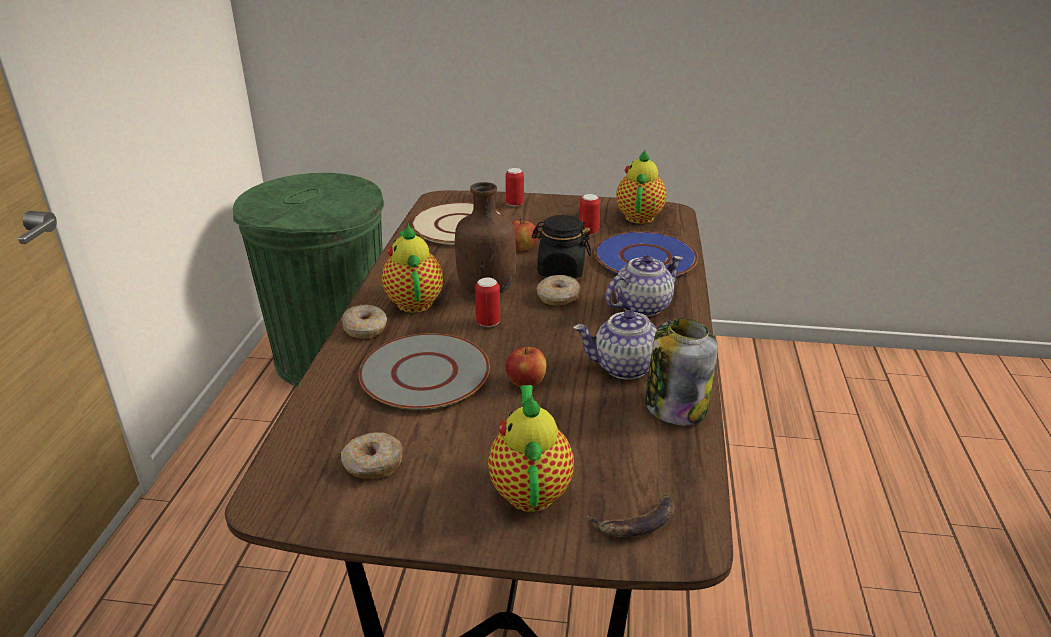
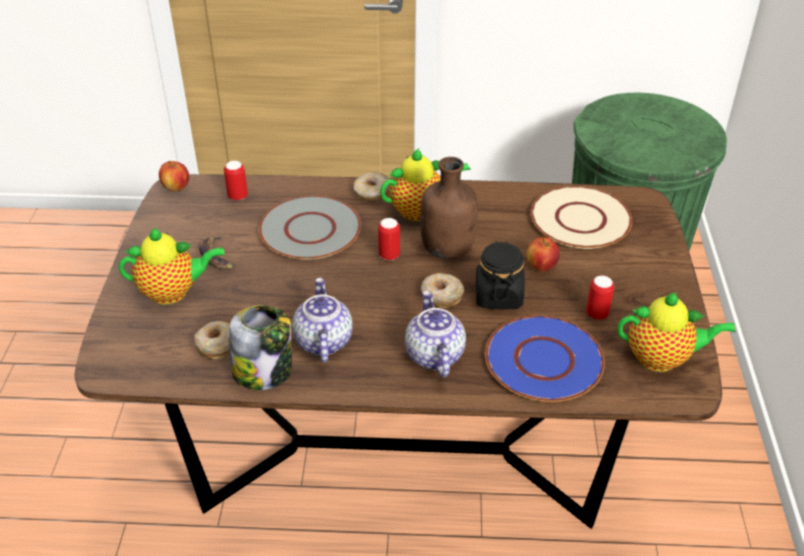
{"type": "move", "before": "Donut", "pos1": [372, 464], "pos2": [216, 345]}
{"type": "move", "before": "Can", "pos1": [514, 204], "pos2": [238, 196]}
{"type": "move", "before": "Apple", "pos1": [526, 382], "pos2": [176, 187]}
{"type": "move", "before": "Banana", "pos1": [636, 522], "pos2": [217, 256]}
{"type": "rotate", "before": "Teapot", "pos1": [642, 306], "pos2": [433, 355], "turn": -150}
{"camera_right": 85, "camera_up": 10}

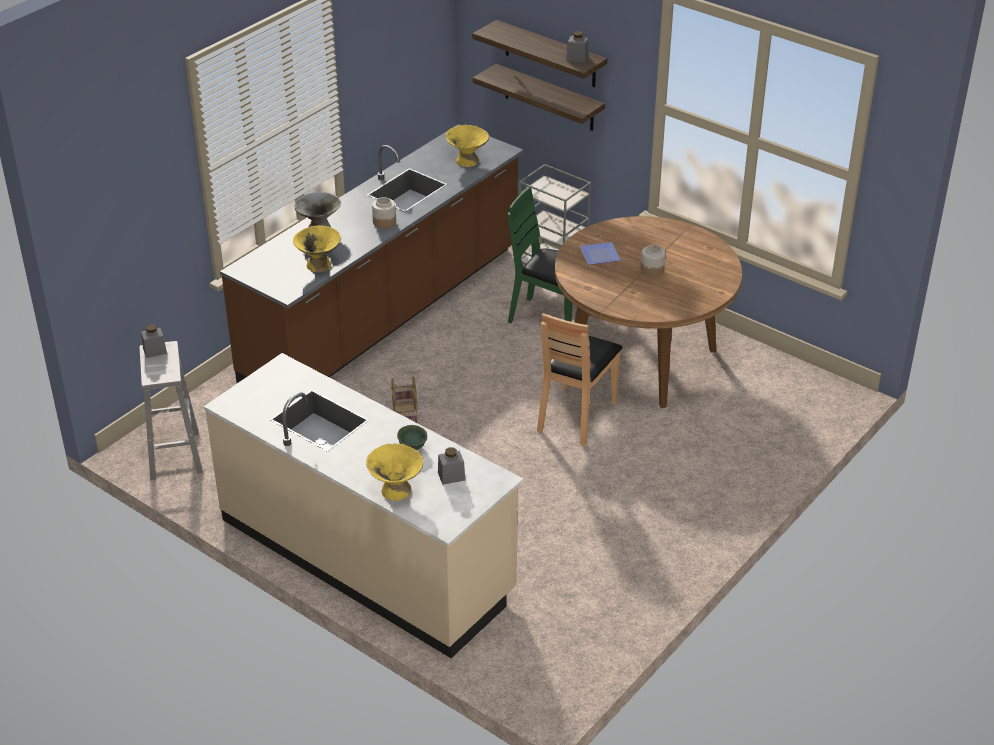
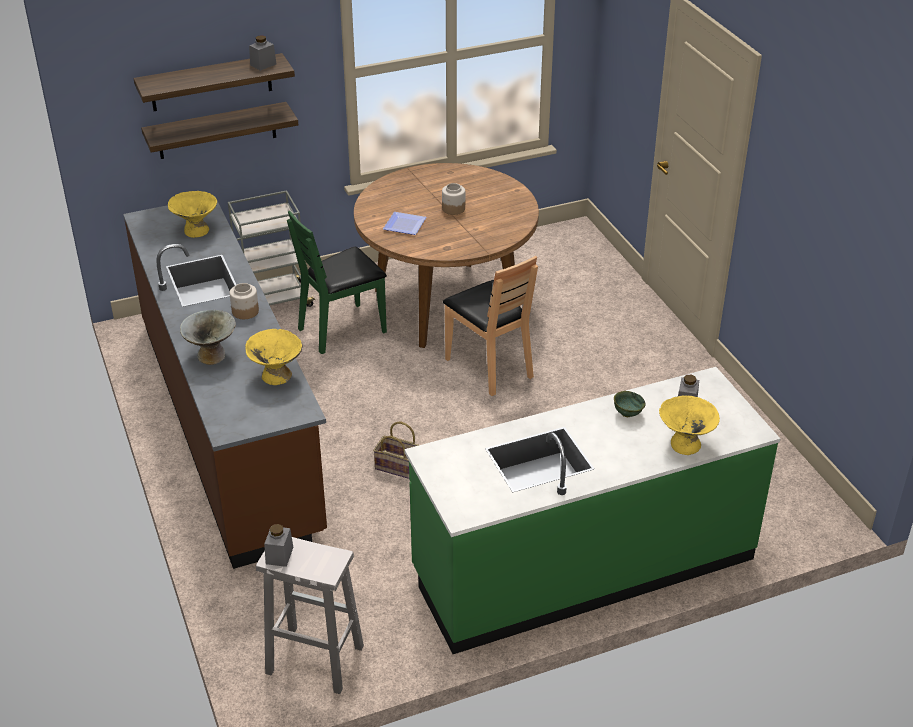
{"type": "recolor", "before": "BeigeCounter", "after": "GreenCounter", "pos1": [367, 556], "pos2": [583, 565]}
{"camera_right": -60, "camera_up": 0}

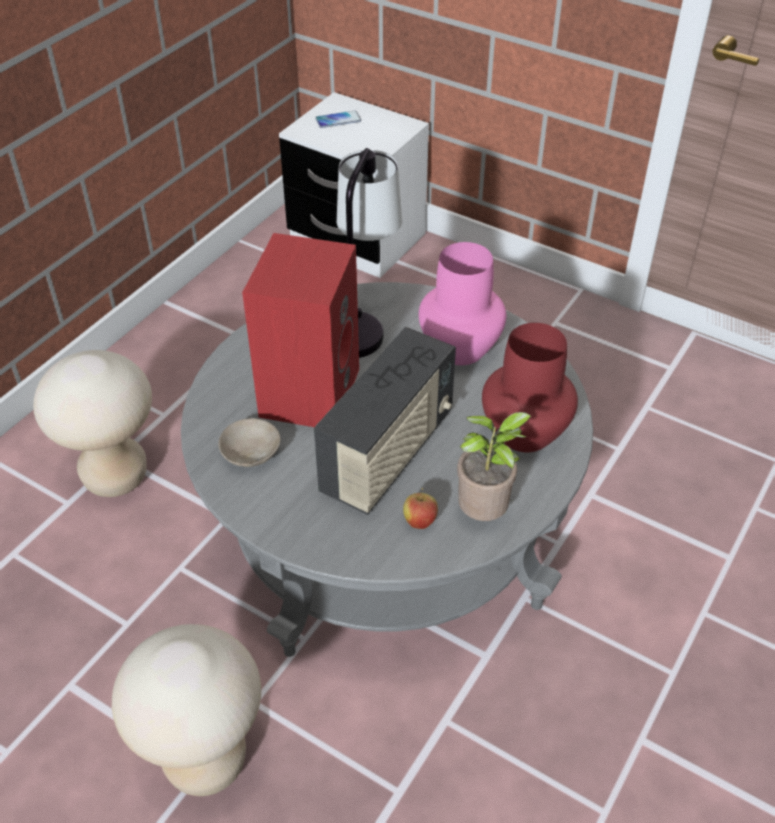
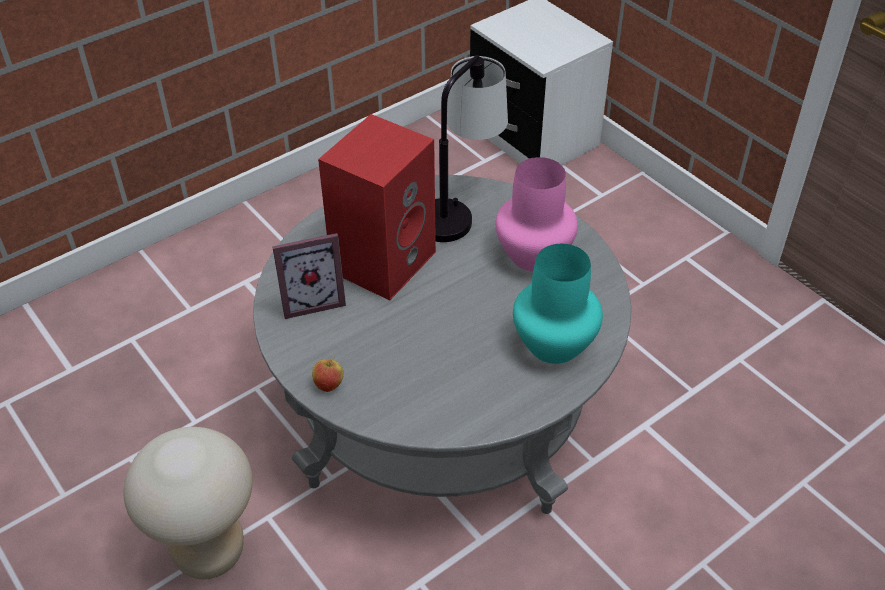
{"type": "delete", "before": "BeigeStool", "pos1": [115, 476]}
{"type": "delete", "before": "Radio", "pos1": [388, 454]}
{"type": "delete", "before": "Phone", "pos1": [338, 120]}
{"type": "delete", "before": "PottedPlant", "pos1": [485, 514]}
{"type": "move", "before": "Apple", "pos1": [420, 521], "pos2": [329, 385]}
{"type": "replace", "before": "BeigeBowl", "after": "PictureFrame", "pos1": [252, 452], "pos2": [311, 300]}
{"type": "recolor", "before": "RedVase", "after": "TurquoiseVase", "pos1": [523, 432], "pos2": [553, 344]}
{"camera_right": 20, "camera_up": 0}

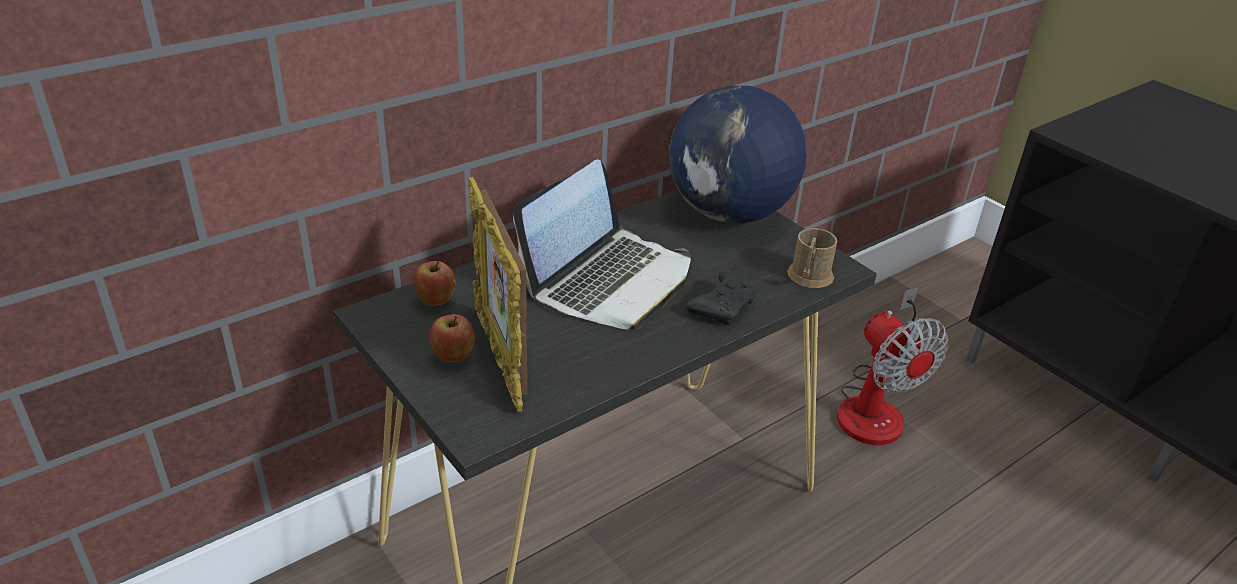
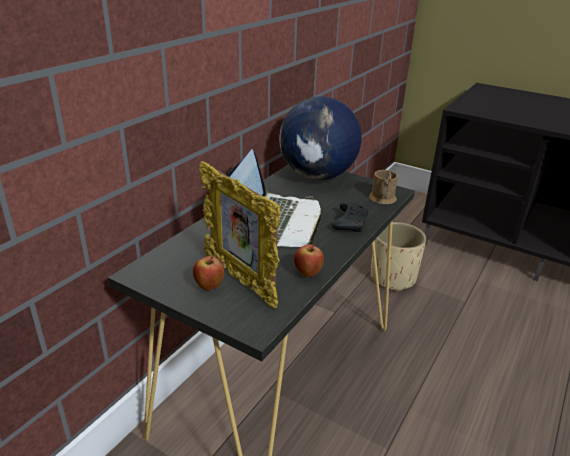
{"type": "move", "before": "Apple", "pos1": [435, 302], "pos2": [308, 274]}
{"type": "replace", "before": "Fan", "after": "BeigePlanter", "pos1": [876, 406], "pos2": [392, 277]}
{"camera_right": -20, "camera_up": -5}

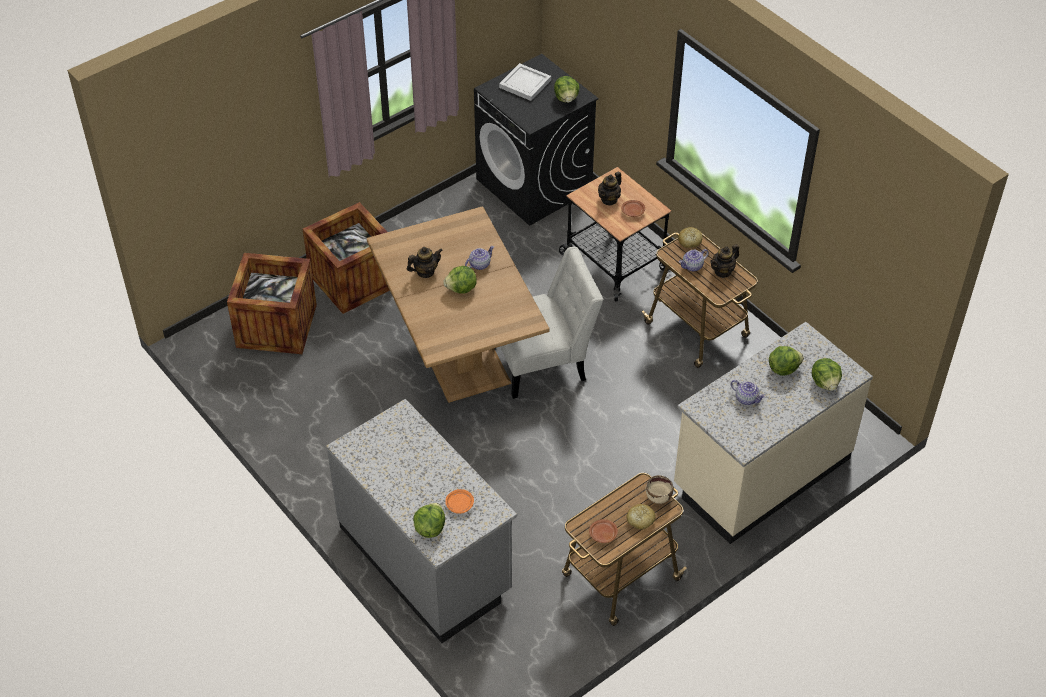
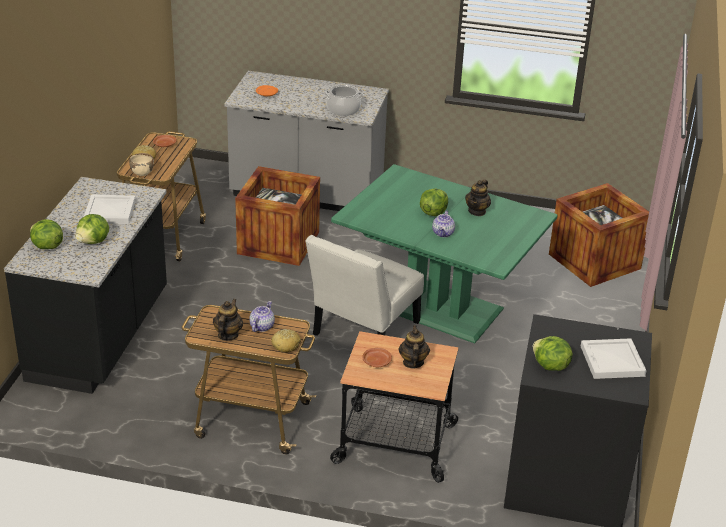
{"type": "delete", "before": "Lettuce", "pos1": [430, 528]}
{"type": "insert", "after": "CookingPot", "pos2": [343, 109]}
{"type": "move", "before": "Crate", "pos1": [353, 280], "pos2": [278, 243]}
{"type": "replace", "before": "Teapot", "after": "WhiteTray", "pos1": [747, 398], "pos2": [110, 212]}
{"type": "recolor", "before": "BrownDiningTable", "after": "GreenDiningTable", "pos1": [458, 353], "pos2": [437, 306]}
{"type": "recolor", "before": "BeigeCounter", "after": "BlackCounter", "pos1": [760, 473], "pos2": [101, 337]}
{"camera_right": 140, "camera_up": -15}

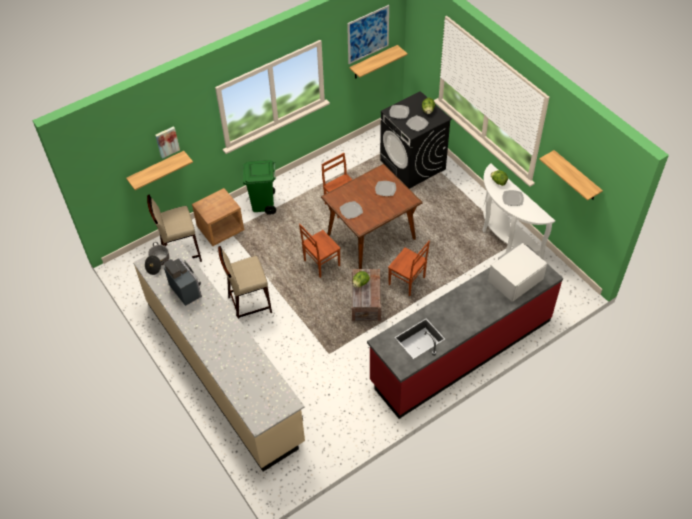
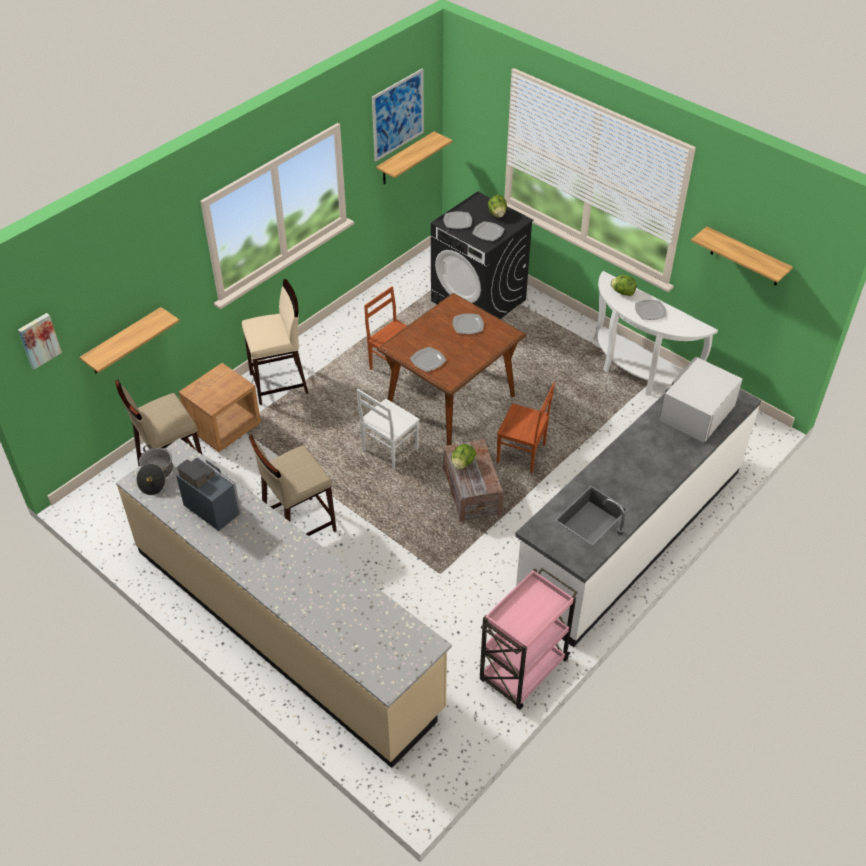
{"type": "insert", "after": "PinkCart", "pos2": [522, 672]}
{"type": "move", "before": "Picture", "pos1": [167, 141], "pos2": [38, 340]}
{"type": "replace", "before": "GreenTrashCan", "after": "BeigeStool", "pos1": [263, 204], "pos2": [279, 384]}
{"type": "recolor", "before": "BrownChair", "after": "WhiteChair", "pos1": [321, 263], "pos2": [389, 450]}
{"type": "recolor", "before": "RedCounter", "after": "WhiteCounter", "pos1": [461, 350], "pos2": [630, 534]}
{"camera_right": -15, "camera_up": -5}

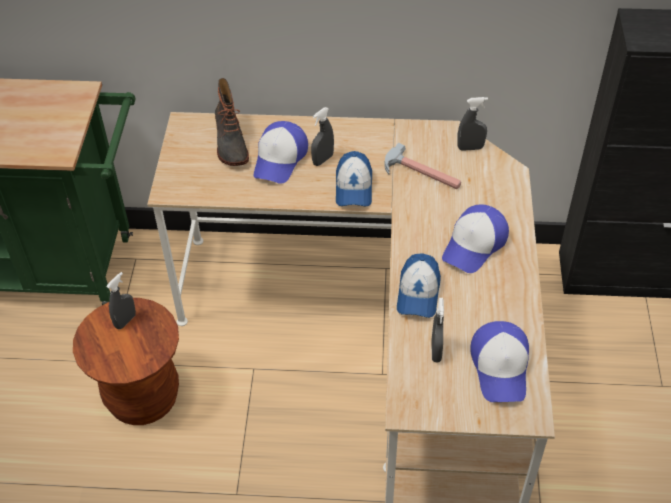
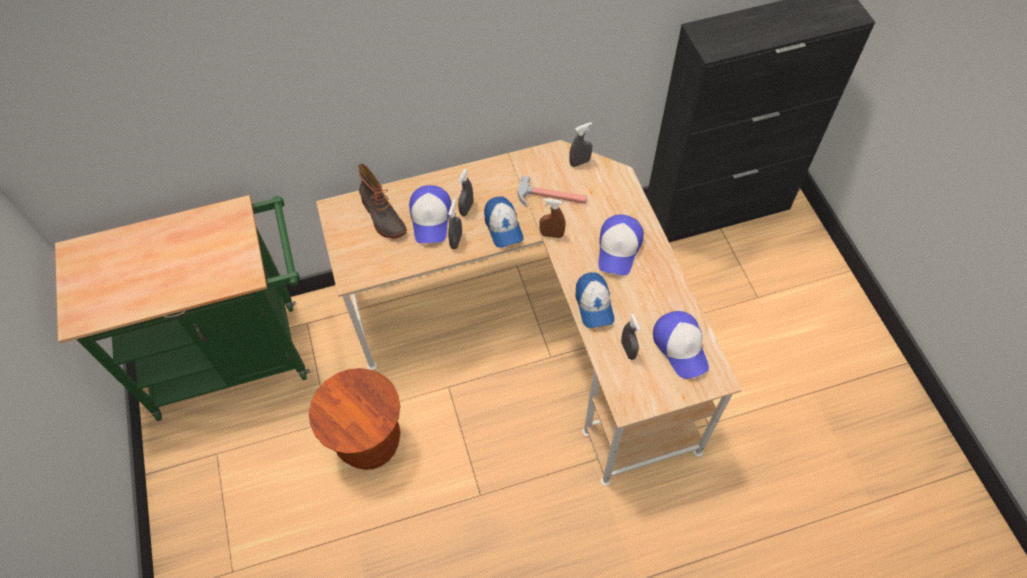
{"type": "insert", "after": "BrownSprayBottle", "pos2": [551, 234]}
{"type": "move", "before": "GreySprayBottle", "pos1": [125, 321], "pos2": [456, 241]}
{"camera_right": -20, "camera_up": 10}

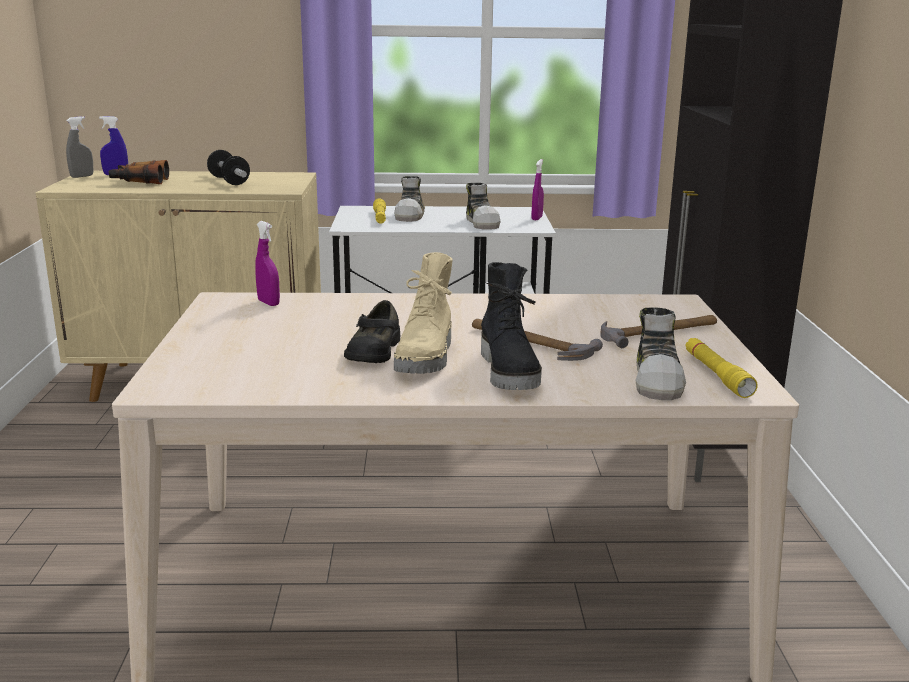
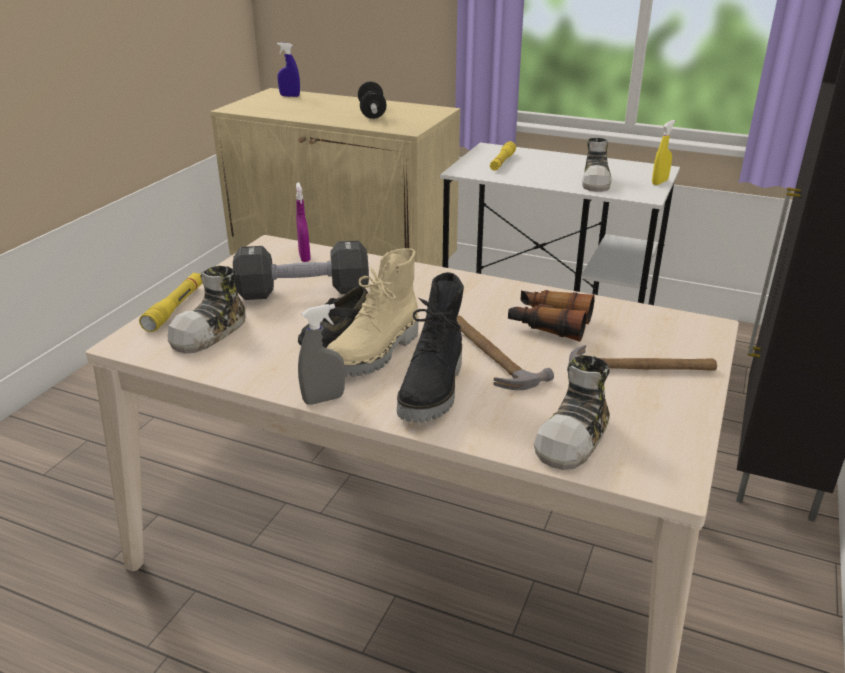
{"type": "insert", "after": "BlackDumbbell", "pos2": [303, 292]}
{"type": "move", "before": "GreySprayBottle", "pos1": [82, 176], "pos2": [323, 399]}
{"type": "move", "before": "Binoculars", "pos1": [139, 181], "pos2": [549, 324]}
{"type": "move", "before": "Shoe", "pos1": [411, 215], "pos2": [211, 332]}
{"type": "move", "before": "YellowFlashlight", "pos1": [716, 375], "pos2": [175, 308]}
{"type": "recolor", "before": "PurpleSprayBottle", "after": "YellowSprayBottle", "pos1": [537, 218], "pos2": [659, 182]}
{"camera_right": 25, "camera_up": 10}

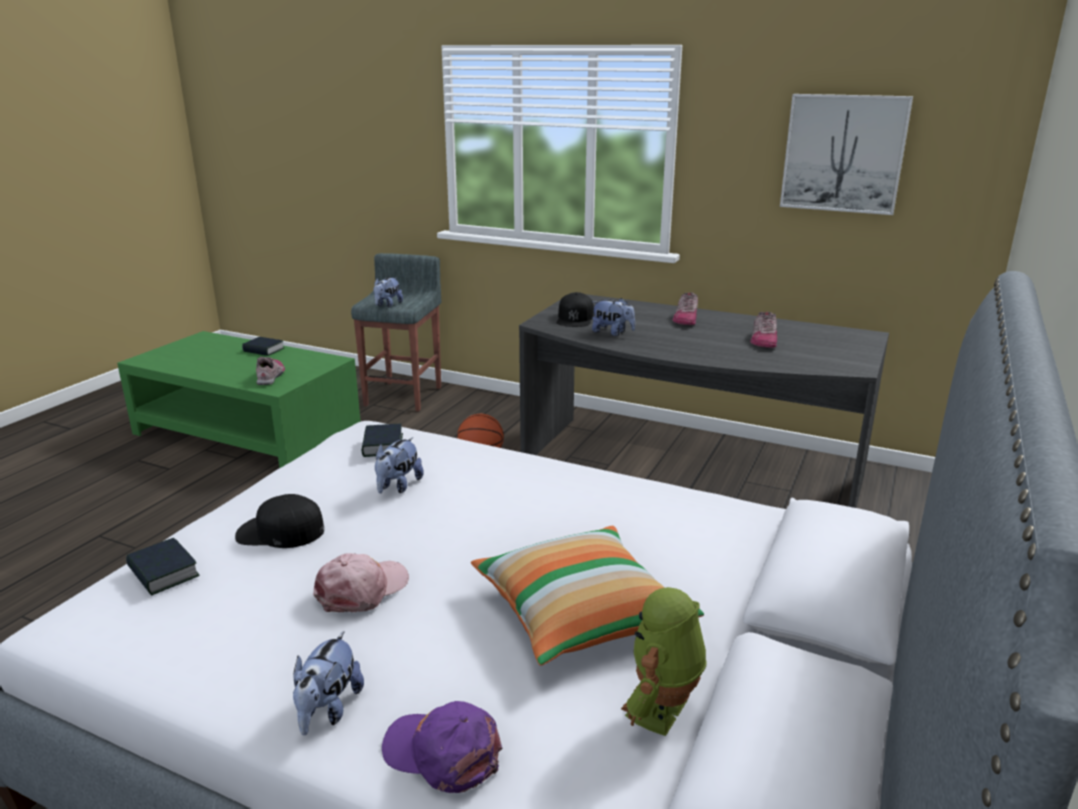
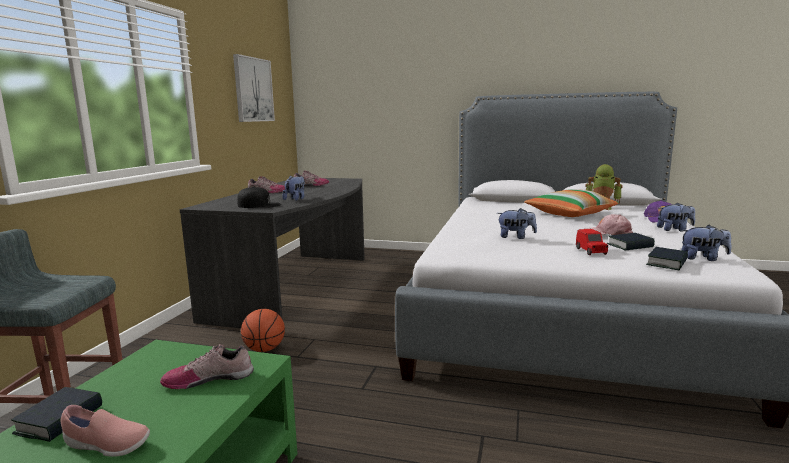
{"type": "insert", "after": "PinkShoe", "pos2": [106, 446]}
{"type": "move", "before": "Book", "pos1": [382, 445], "pos2": [630, 246]}
{"type": "move", "before": "PlushToy", "pos1": [387, 305], "pos2": [703, 258]}
{"type": "replace", "before": "BlackCap", "after": "RedToyCar", "pos1": [280, 532], "pos2": [591, 251]}
{"camera_right": -100, "camera_up": -10}

